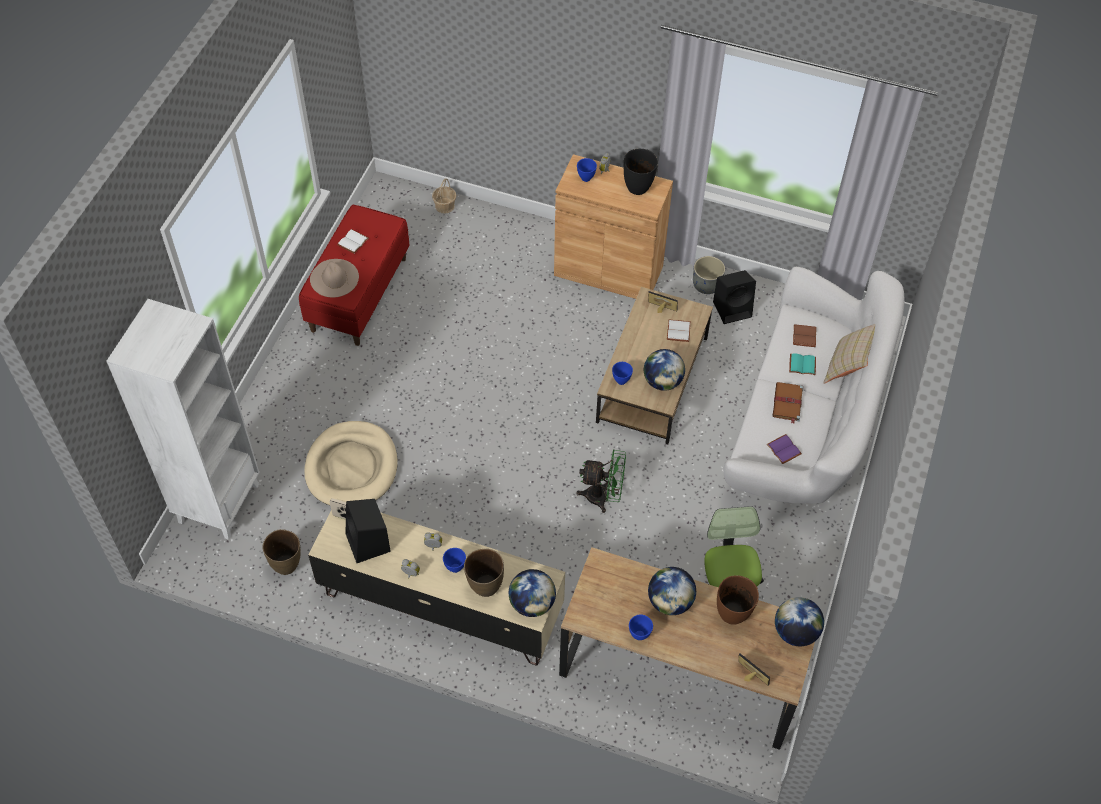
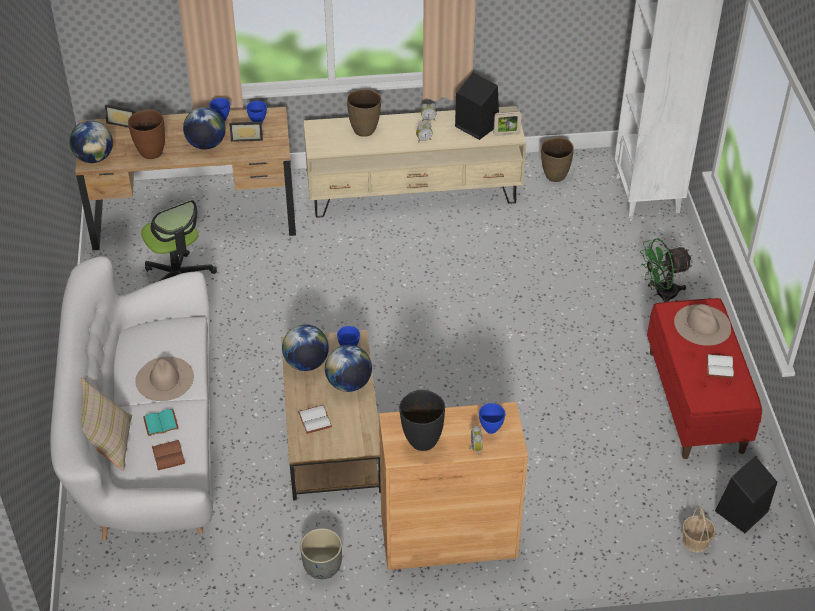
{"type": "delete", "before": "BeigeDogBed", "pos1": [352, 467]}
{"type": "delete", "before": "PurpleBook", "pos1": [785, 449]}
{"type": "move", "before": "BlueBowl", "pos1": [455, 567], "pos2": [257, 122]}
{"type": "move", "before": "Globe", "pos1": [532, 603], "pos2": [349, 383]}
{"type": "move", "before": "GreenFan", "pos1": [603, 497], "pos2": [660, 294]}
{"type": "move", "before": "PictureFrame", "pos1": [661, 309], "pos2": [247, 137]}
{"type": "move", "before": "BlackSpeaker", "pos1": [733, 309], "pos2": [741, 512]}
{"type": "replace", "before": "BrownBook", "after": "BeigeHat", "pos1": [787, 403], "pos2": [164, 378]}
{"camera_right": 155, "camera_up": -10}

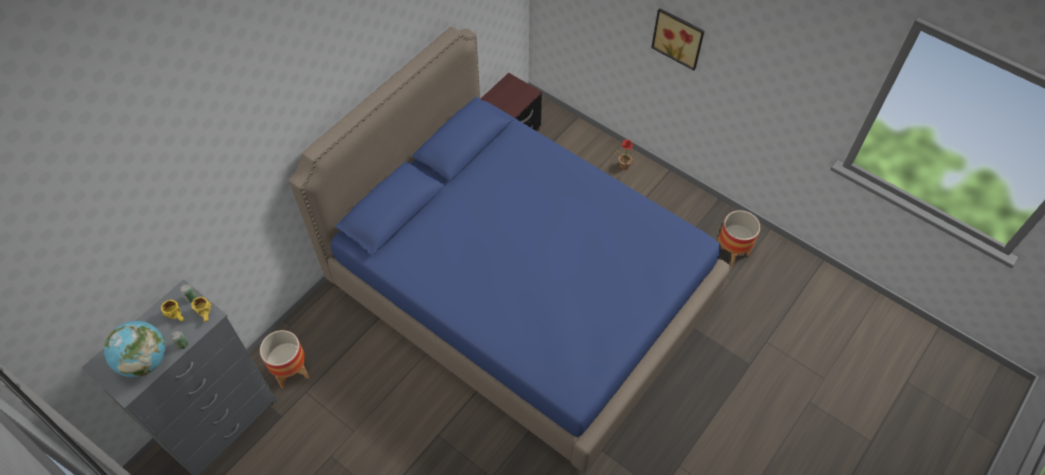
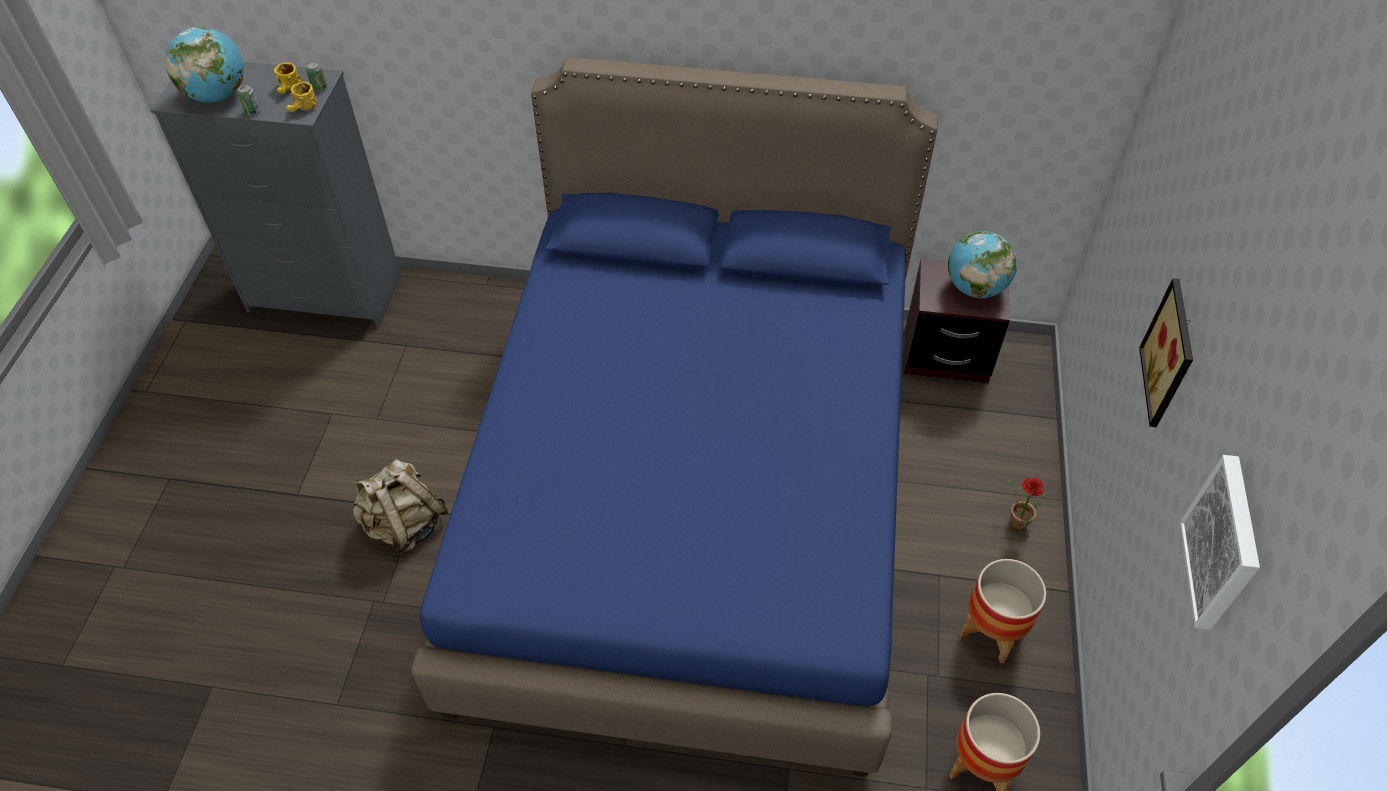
{"type": "insert", "after": "BeigeBackpack", "pos2": [404, 525]}
{"type": "insert", "after": "Globe", "pos2": [975, 288]}
{"type": "insert", "after": "Picture", "pos2": [1224, 544]}
{"type": "move", "before": "Planter", "pos1": [292, 371], "pos2": [991, 632]}
{"camera_right": 60, "camera_up": -5}

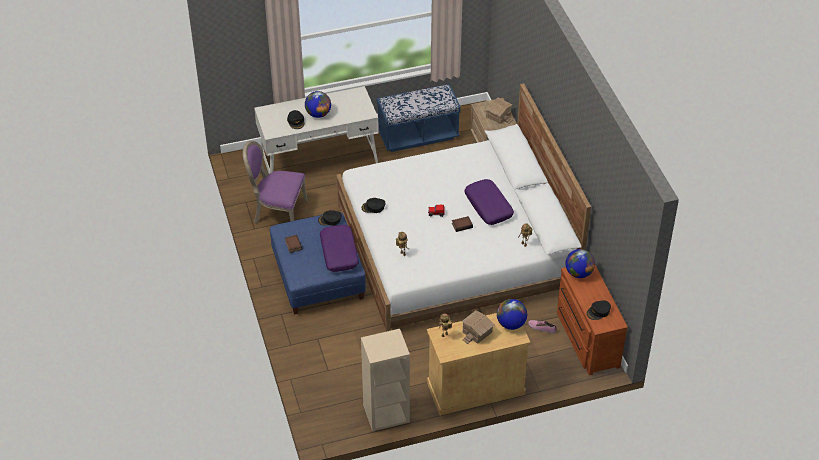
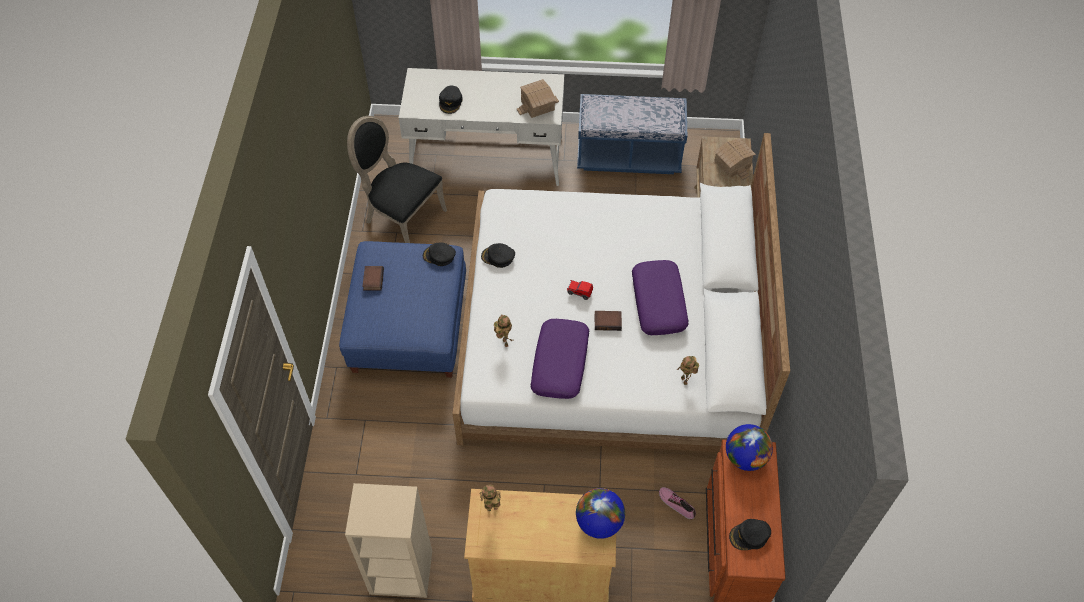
{"type": "delete", "before": "Globe", "pos1": [318, 114]}
{"type": "move", "before": "PurplePillow", "pos1": [339, 252], "pos2": [560, 363]}
{"type": "move", "before": "ToyHouse", "pos1": [476, 332], "pos2": [537, 105]}
{"type": "recolor", "before": "PurpleChair", "after": "BlackChair", "pos1": [278, 213], "pos2": [401, 217]}
{"camera_right": 20, "camera_up": 10}

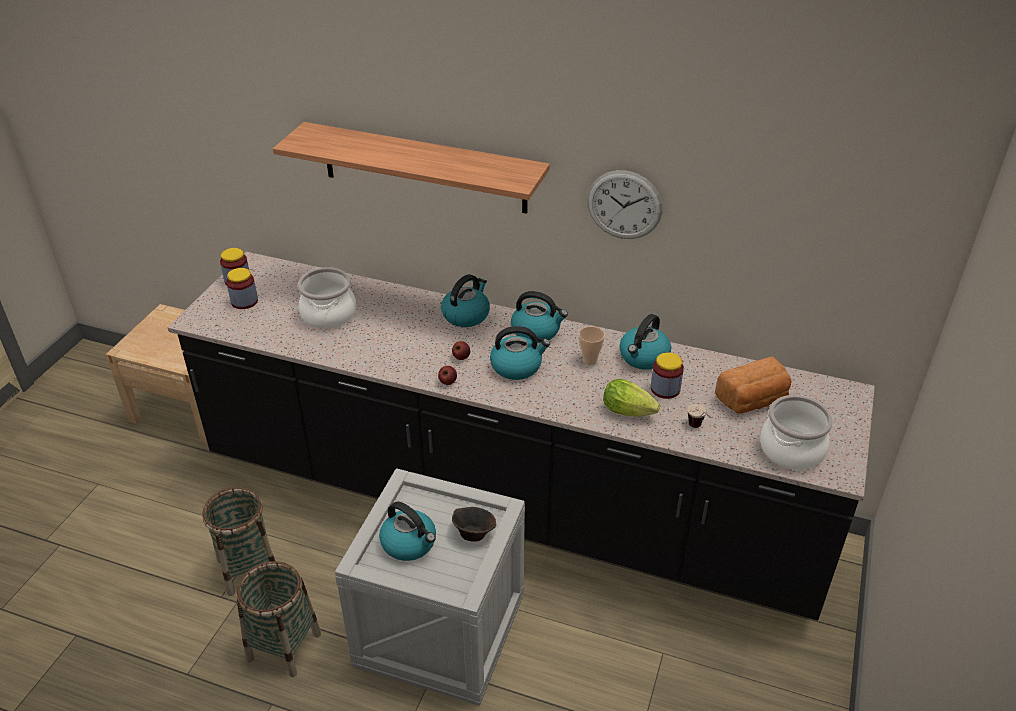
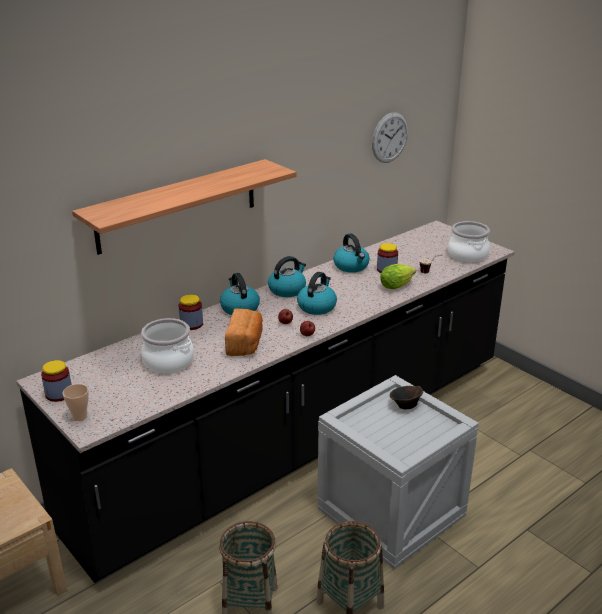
{"type": "delete", "before": "Kettle", "pos1": [409, 543]}
{"type": "move", "before": "Jar", "pos1": [244, 301], "pos2": [191, 324]}
{"type": "move", "before": "Cup", "pos1": [590, 360], "pos2": [79, 417]}
{"type": "move", "before": "WallClock", "pos1": [624, 205], "pos2": [389, 137]}
{"type": "move", "before": "Bread", "pos1": [753, 400], "pos2": [245, 344]}
{"camera_right": -60, "camera_up": -10}

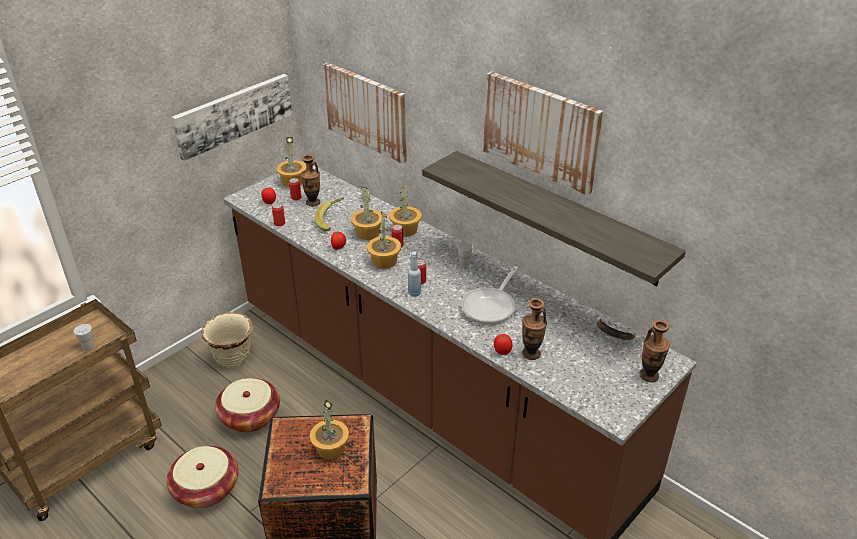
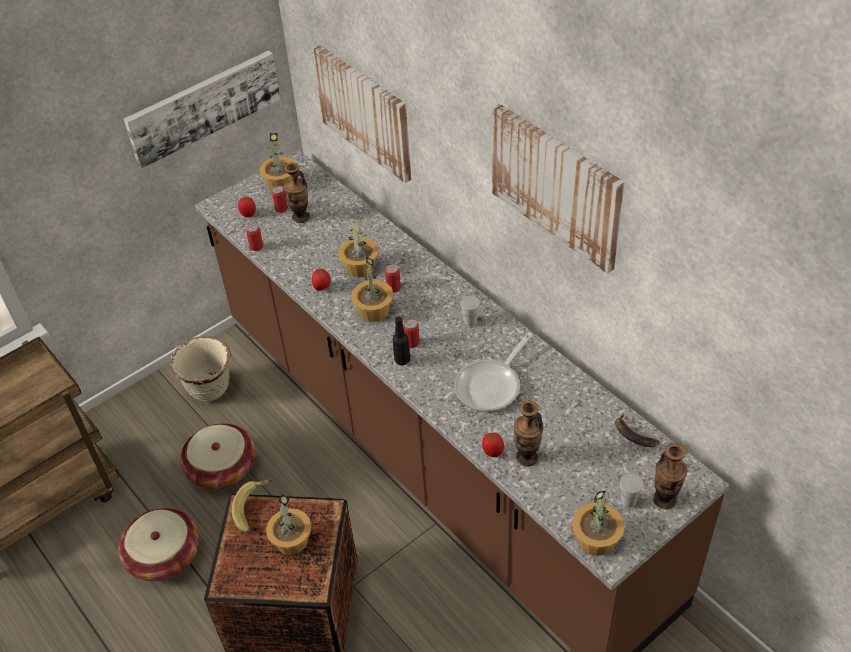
{"type": "delete", "before": "Shelf", "pos1": [558, 217]}
{"type": "move", "before": "WhiteCup", "pos1": [88, 347], "pos2": [628, 501]}
{"type": "move", "before": "Banana", "pos1": [332, 221], "pos2": [256, 510]}
{"type": "move", "before": "PottedPlant", "pos1": [406, 230], "pos2": [596, 540]}
{"type": "recolor", "before": "BlueBottle", "after": "BlackBottle", "pos1": [414, 293], "pos2": [402, 360]}
{"camera_right": 10, "camera_up": 10}

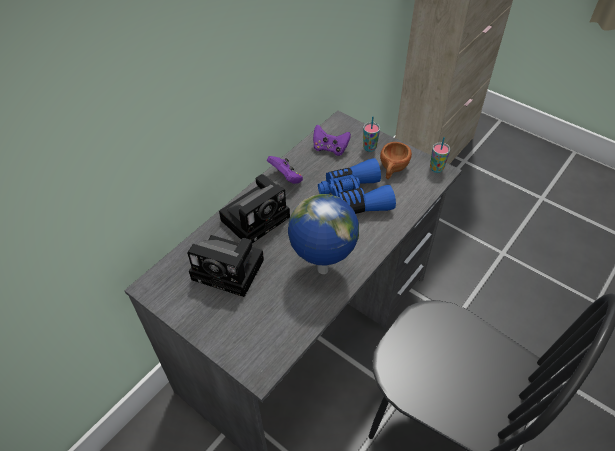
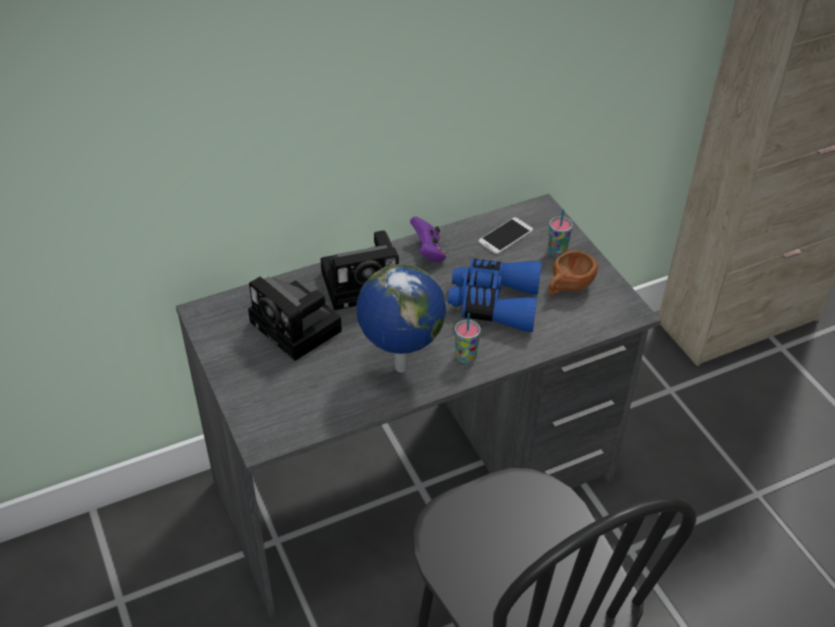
{"type": "move", "before": "Cup", "pos1": [436, 168], "pos2": [466, 357]}
{"type": "replace", "before": "PurpleGameController", "after": "Phone", "pos1": [330, 148], "pos2": [505, 236]}
{"camera_right": 25, "camera_up": -5}

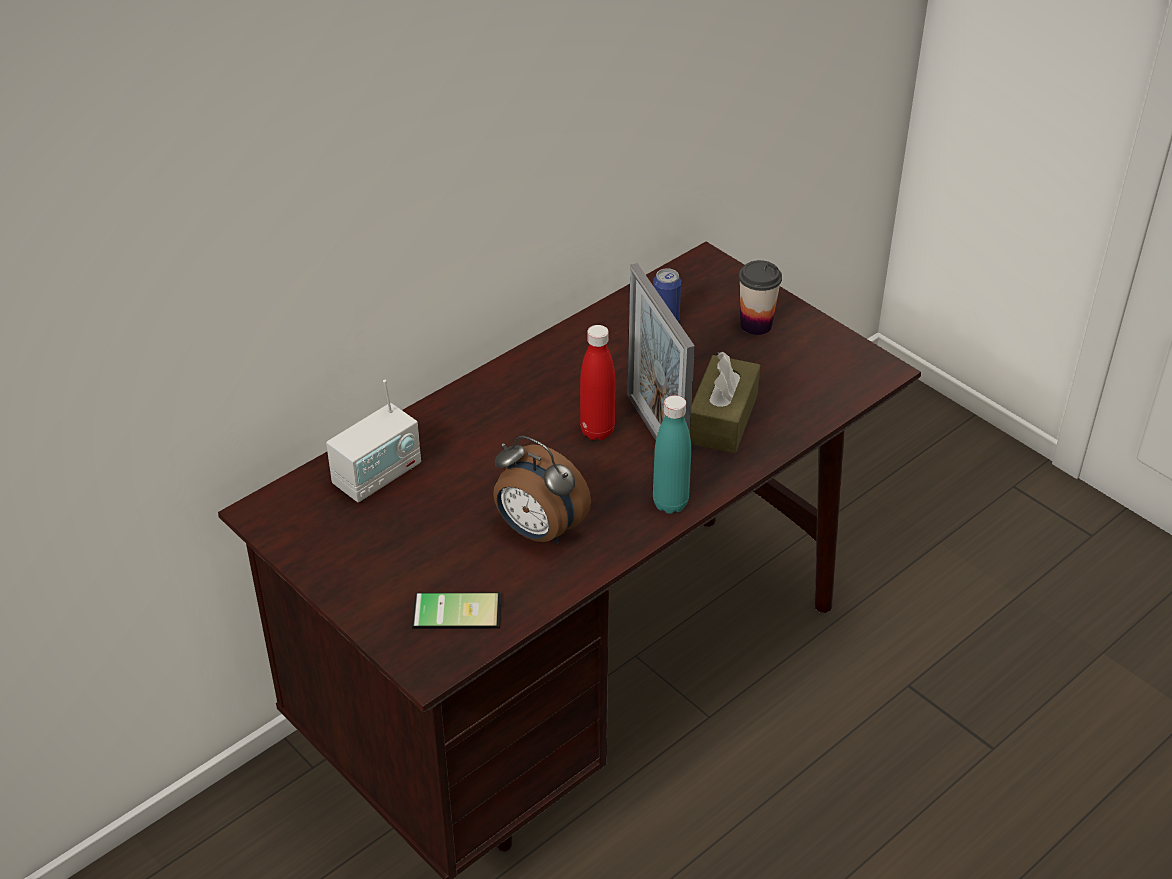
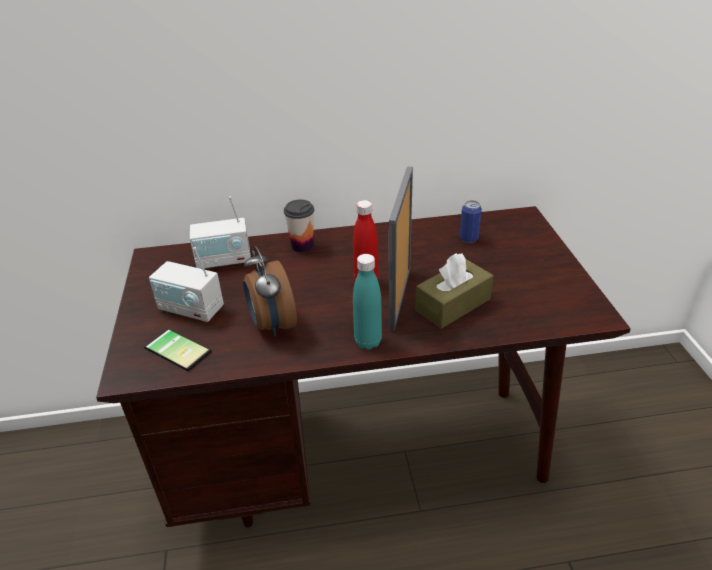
{"type": "insert", "after": "Radio", "pos2": [191, 309]}
{"type": "move", "before": "Cup", "pos1": [756, 325], "pos2": [302, 246]}
{"camera_right": 35, "camera_up": -5}

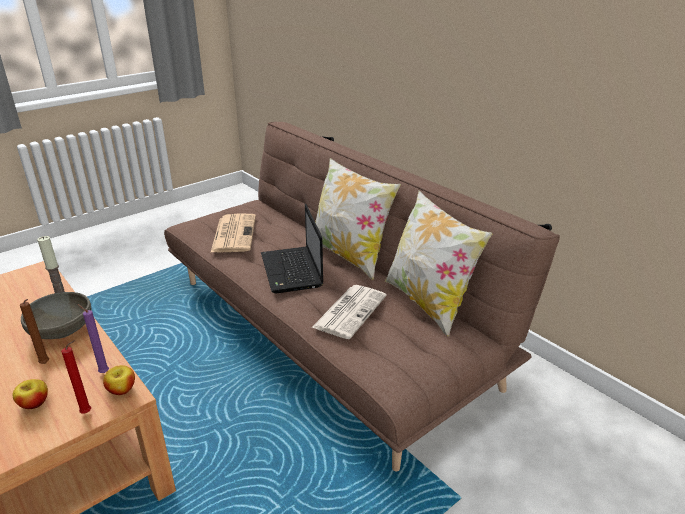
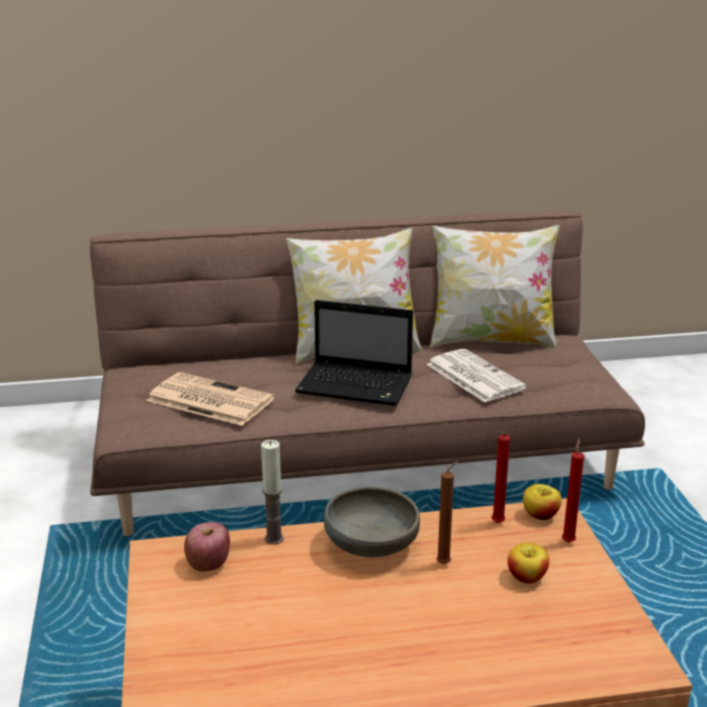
{"type": "insert", "after": "Apple", "pos2": [208, 564]}
{"type": "recolor", "before": "PurpleCandle", "after": "RedCandle", "pos1": [103, 372], "pos2": [496, 524]}
{"camera_right": -60, "camera_up": -5}

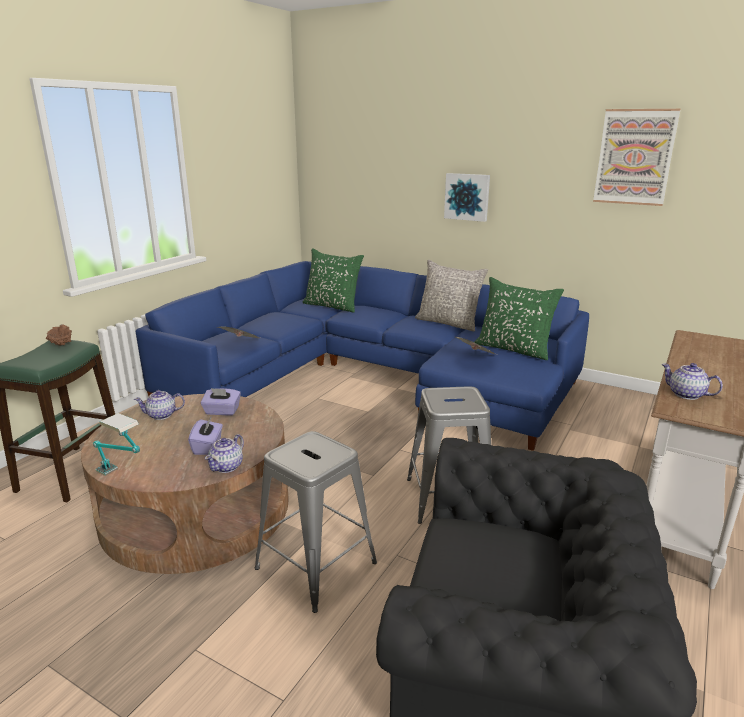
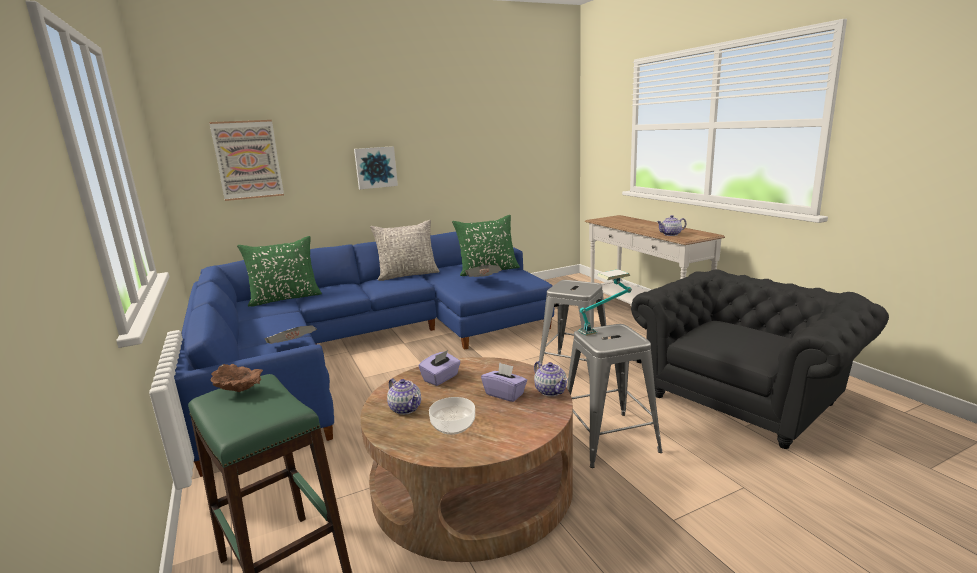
{"type": "insert", "after": "Bowl", "pos2": [453, 426]}
{"type": "move", "before": "TableLamp", "pos1": [122, 477], "pos2": [605, 328]}
{"type": "move", "before": "Picture", "pos1": [634, 157], "pos2": [248, 160]}
{"type": "rotate", "before": "Teapot", "pos1": [162, 415], "pos2": [405, 408], "turn": -60}
{"camera_right": -55, "camera_up": -5}

